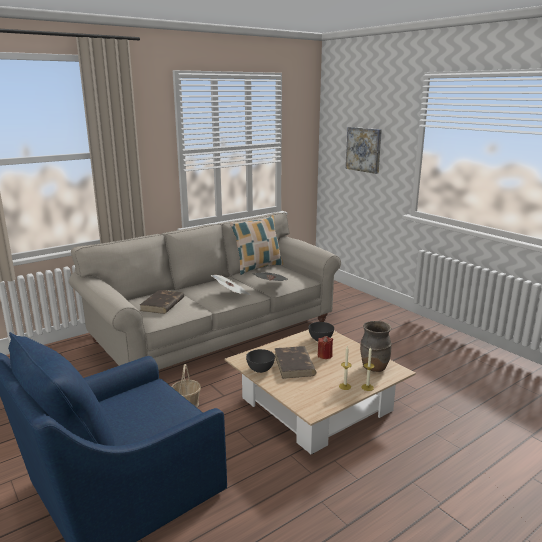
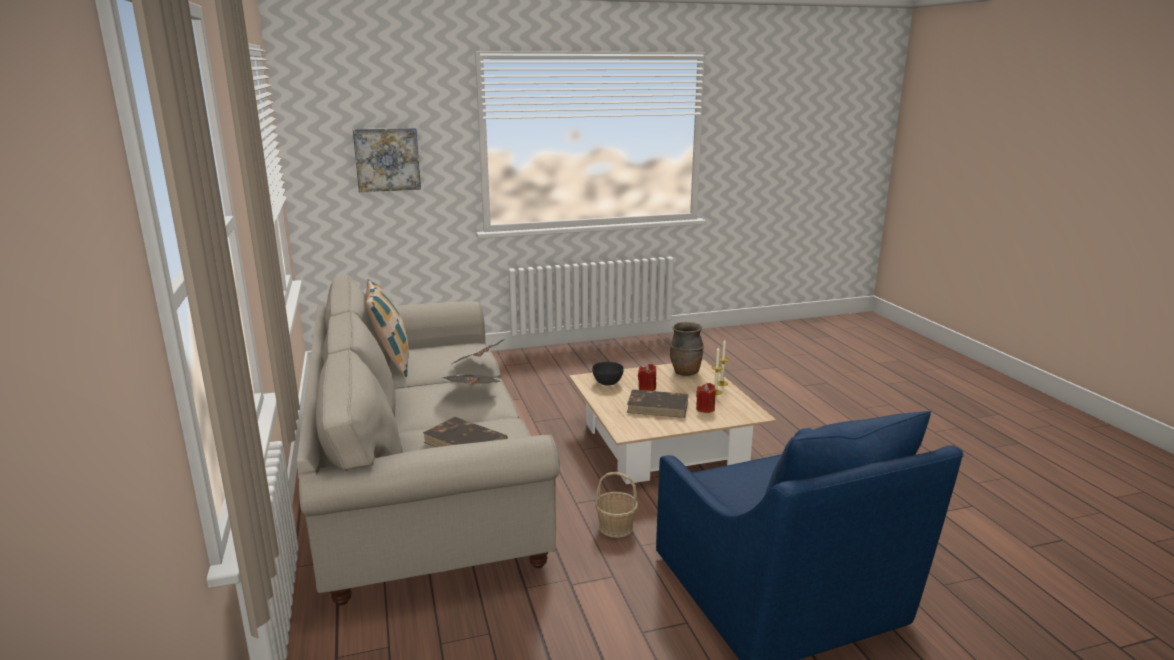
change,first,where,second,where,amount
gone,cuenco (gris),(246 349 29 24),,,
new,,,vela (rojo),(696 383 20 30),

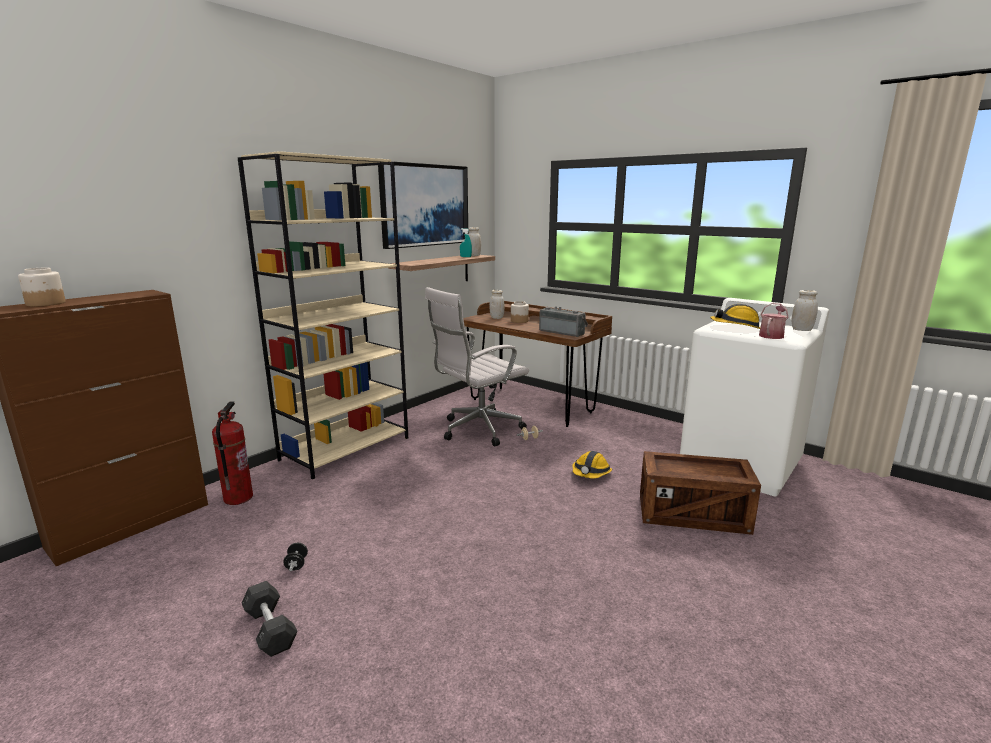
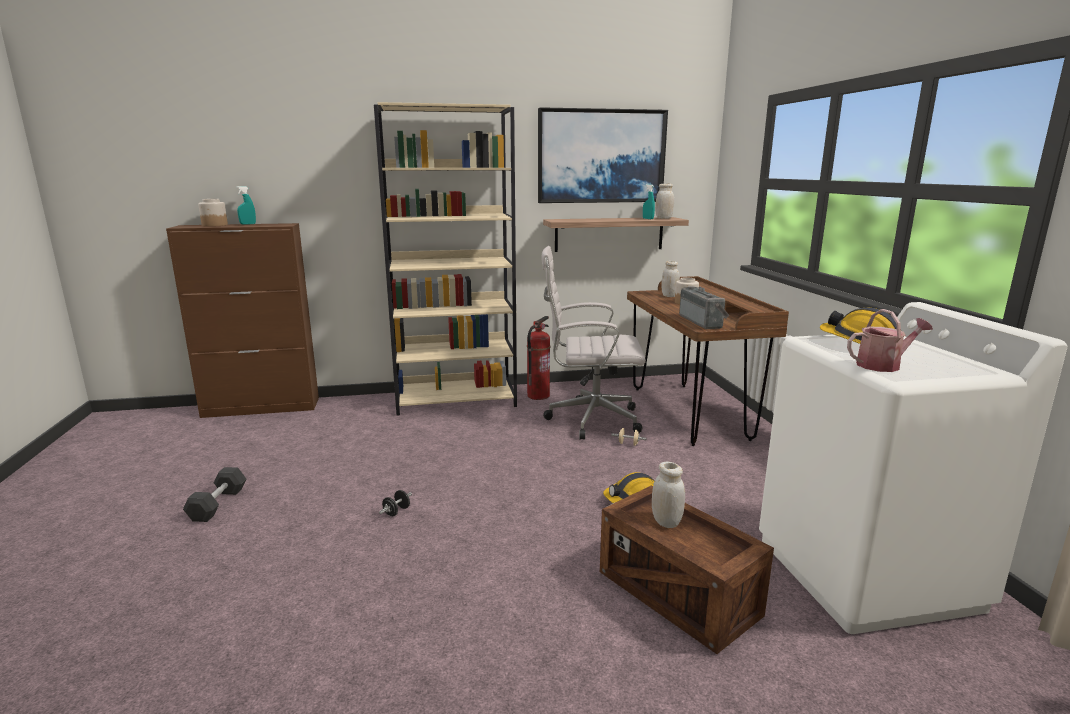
change,first,where,second,where,amount
shifted,extintor,(212 402 41 103),,(527 316 23 84),
shifted,mancuerna (negro),(283 543 25 28),,(379 490 33 26),
shifted,tarro (blanco),(792 290 26 41),,(652 462 33 66),
new,,,pulverizador (turquesa),(236 186 20 39),

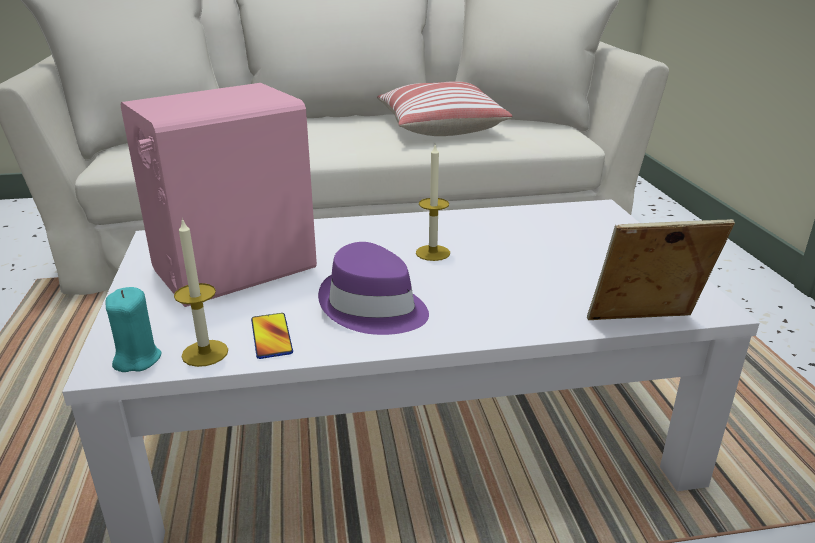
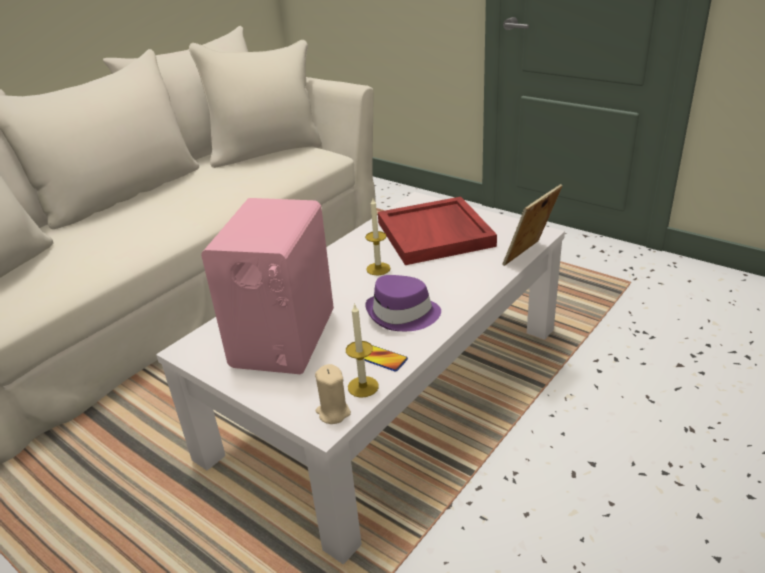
change,first,where,second,where,amount
repainted,vela (turquesa),(106 287 56 85),vela (beis),(315 364 36 60),
gone,cojín,(377 81 136 55),,,
new,,,bandeja (rojo),(378 197 119 68),

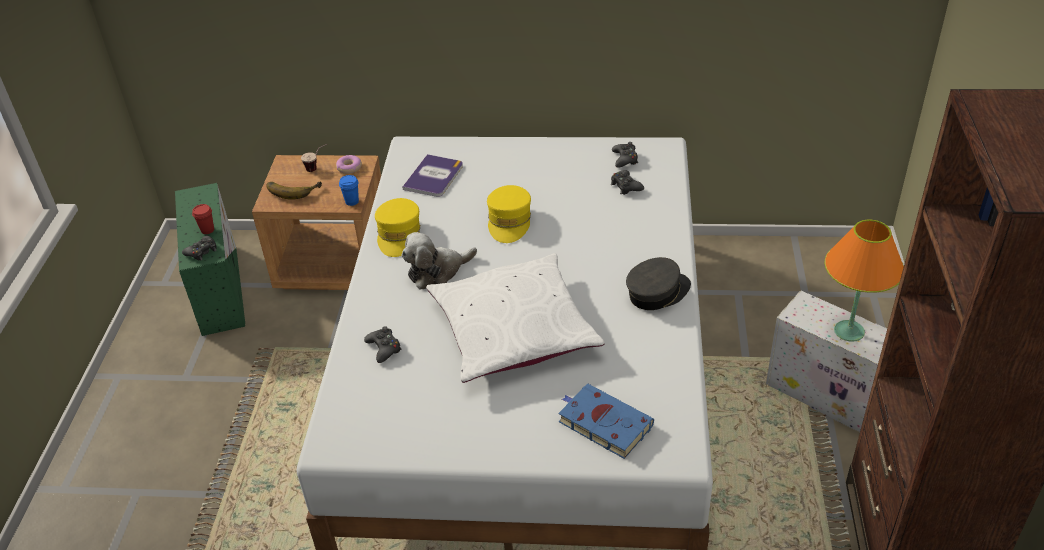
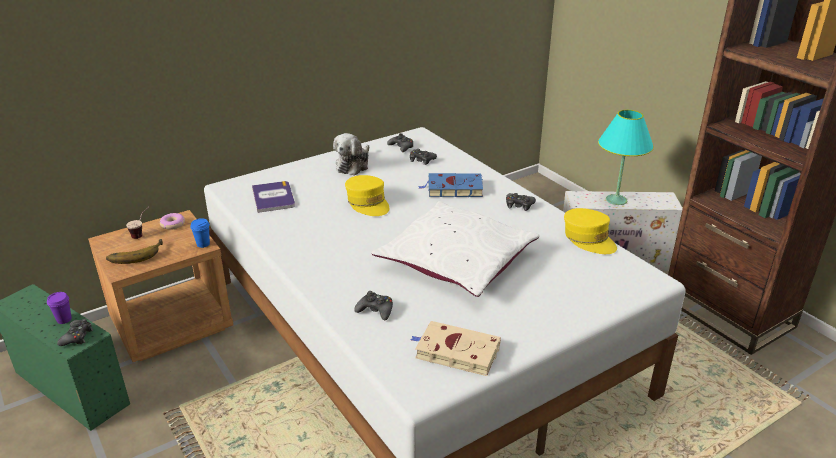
change,first,where,second,where,amount
repainted,taza (rojo),(192 204 22 30),taza (morado),(47 292 25 32),
shifted,gorra (amarillo),(375 198 46 59),,(564 208 53 46),
shifted,peluche,(401 232 76 58),,(333 133 36 43),
shifted,libro (azul),(558 383 96 76),,(418 173 65 24),
swapped,gorra (gris),(626 257 65 53),mando de consola (negro),(506 193 30 18),
repainted,lámpara de mesa (naranja),(825 220 79 122),lámpara de mesa (turquesa),(598 110 56 95),
new,,,libro (beis),(410 321 91 55),

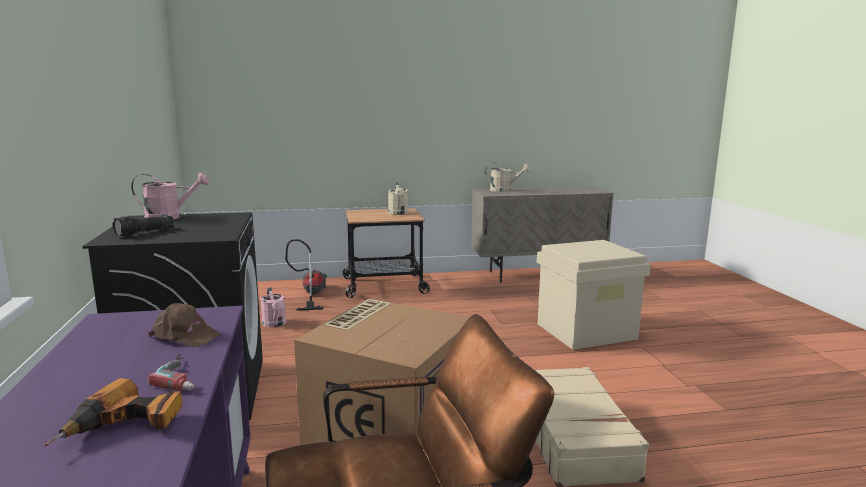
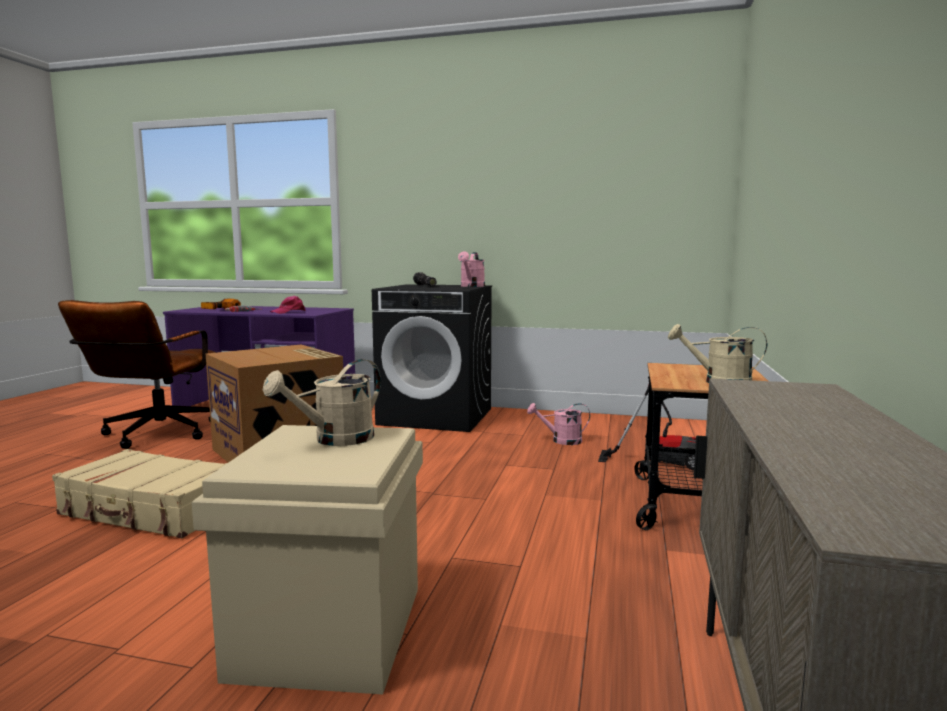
change,first,where,second,where,amount
repainted,gorra (marrón),(148 303 74 44),gorra (rosa),(270 296 36 18),
shifted,regadera (beis),(485 163 45 29),,(263 359 118 87),

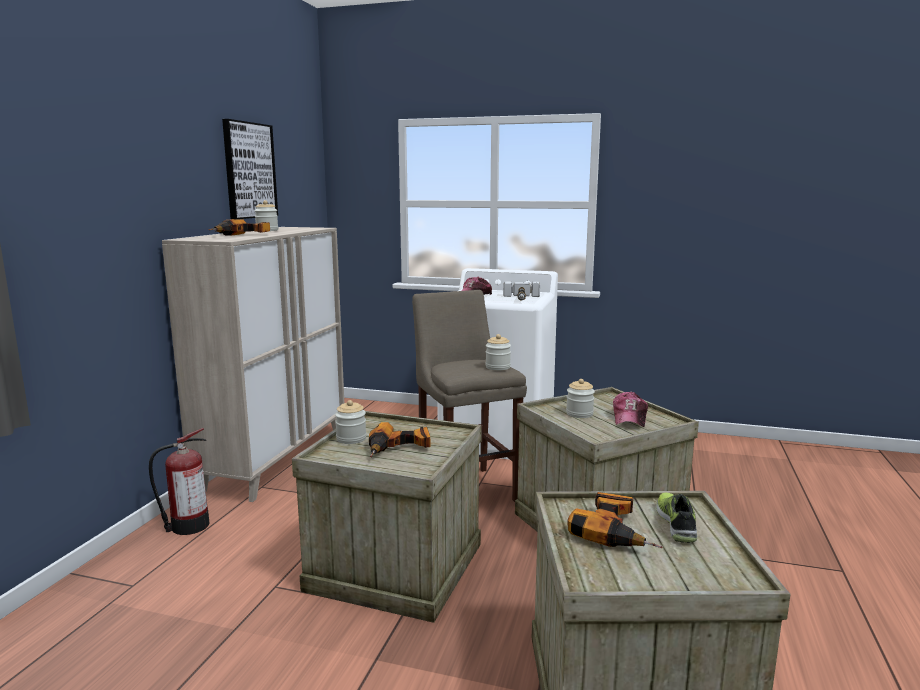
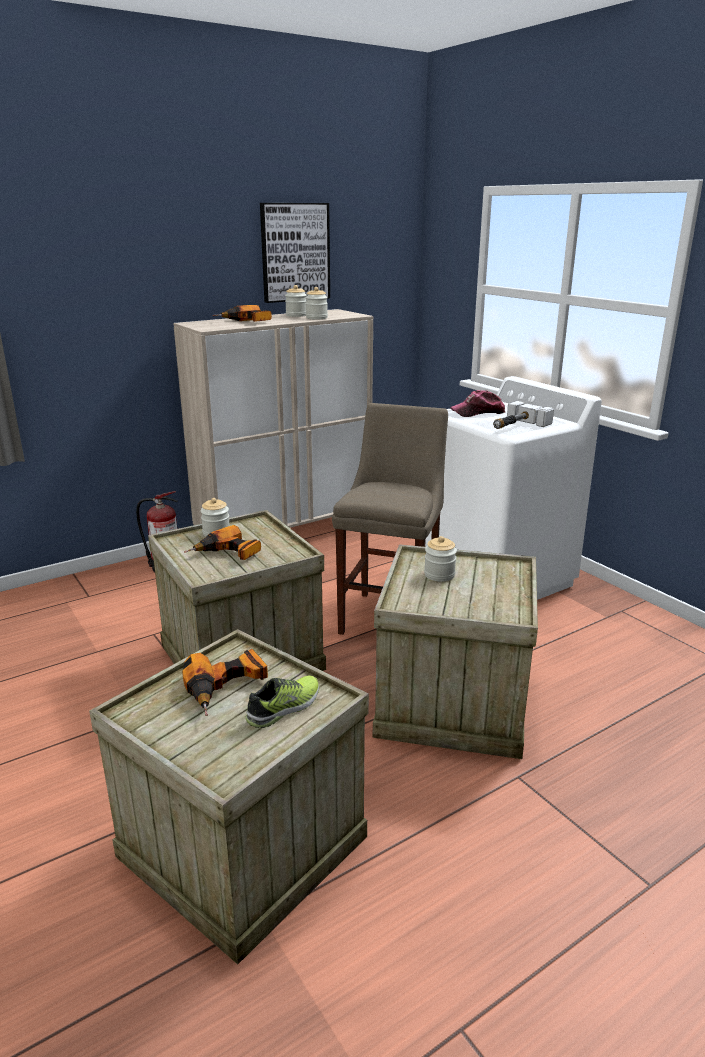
change,first,where,second,where,amount
shifted,tarro,(485 334 26 36),,(305 287 23 32),
gone,gorra,(613 392 35 35),,,

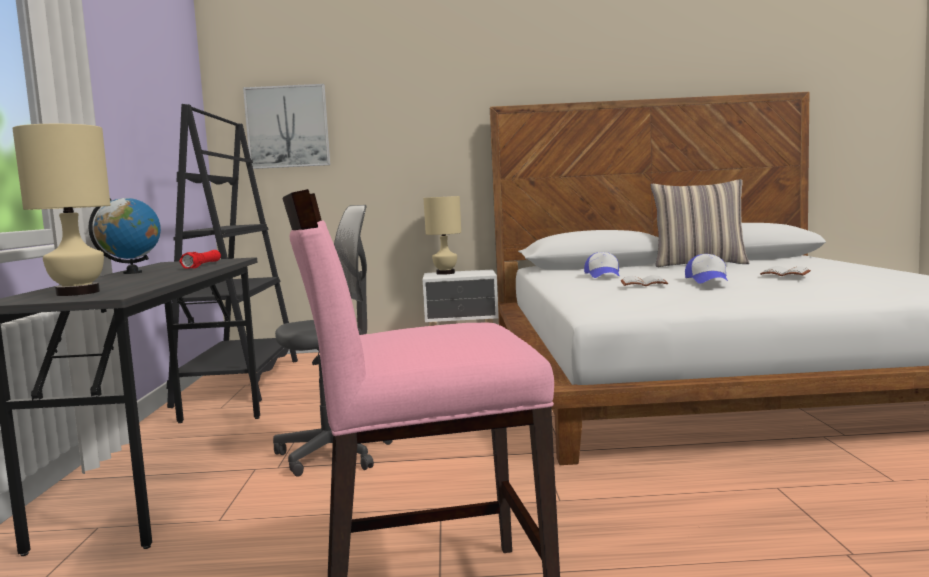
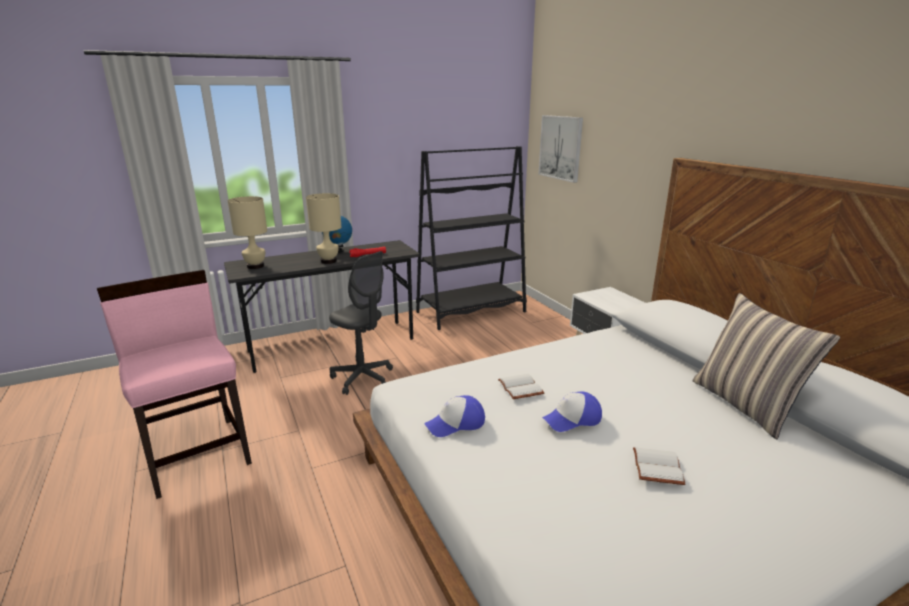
change,first,where,second,where,amount
shifted,lámpara de mesa (beis),(424 196 37 79),,(306 193 35 71),
shifted,gorra,(584 252 36 26),,(424 395 61 42),

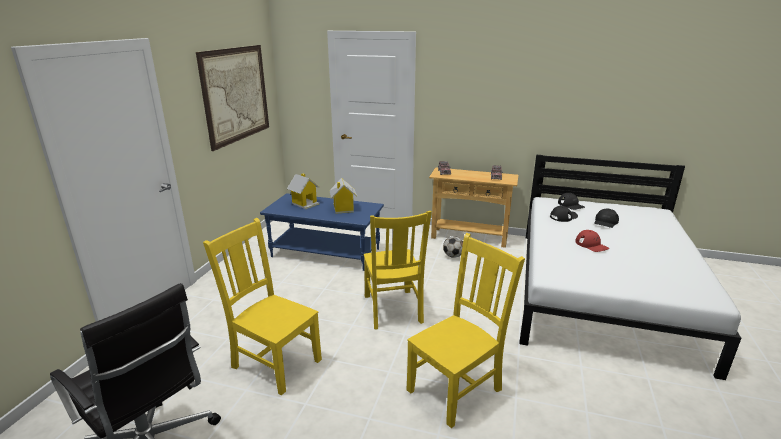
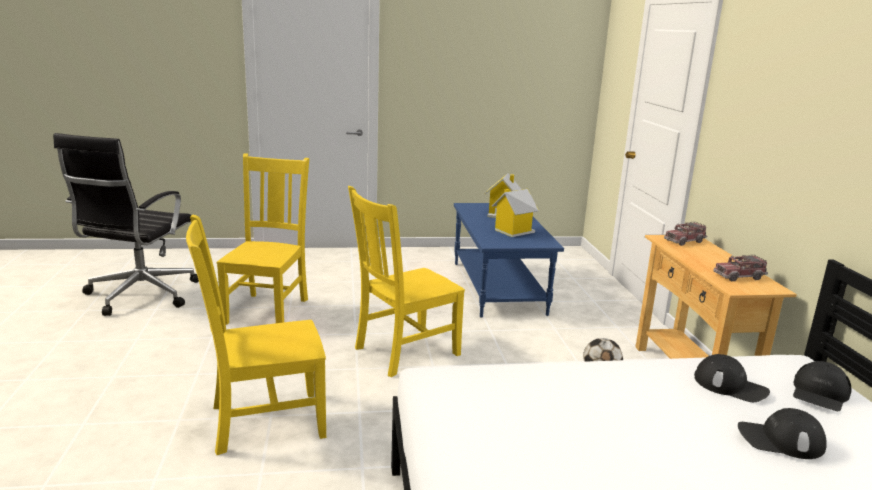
change,first,where,second,where,amount
gone,cuadro,(196 45 73 106),,,
rotated,silla (amarillo),(407 233 118 195),,(186 215 140 240),135 degrees clockwise
gone,gorra (rojo),(575 230 34 22),,,

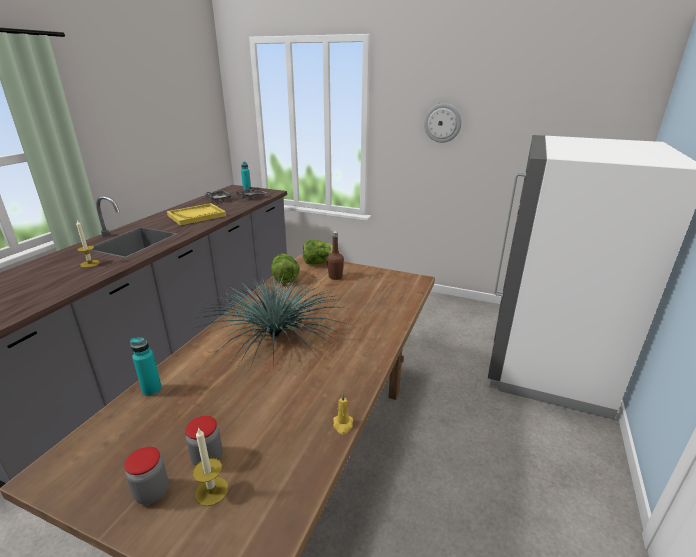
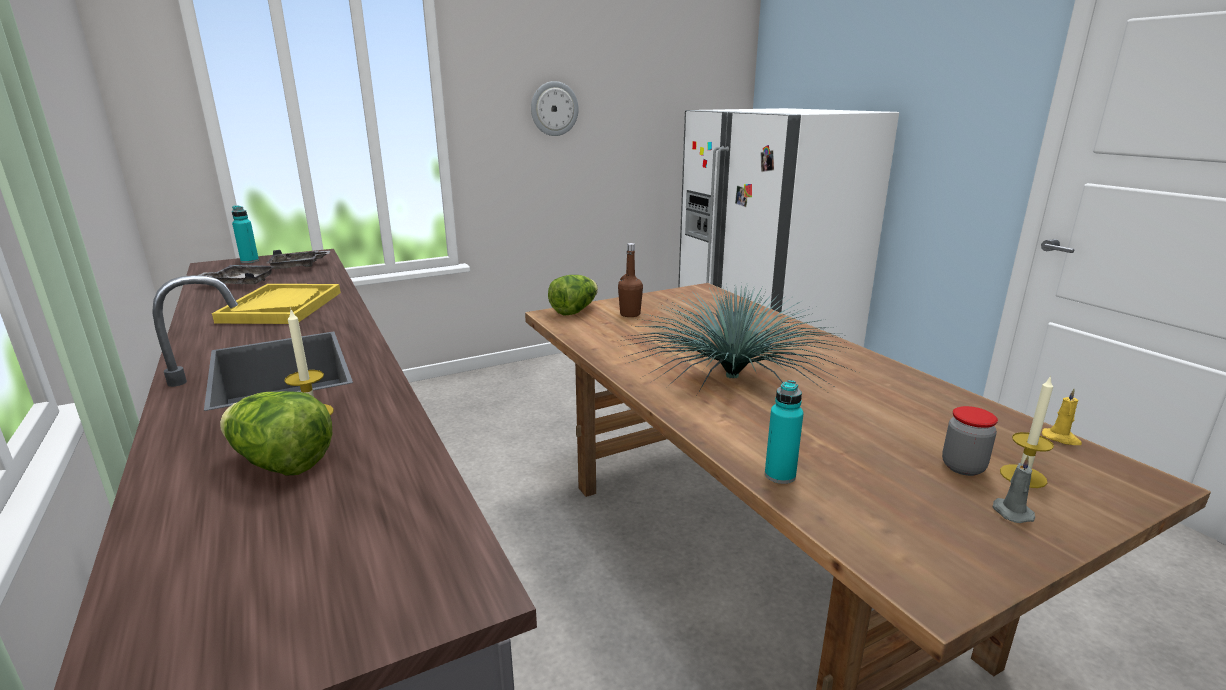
change,first,where,second,where,amount
swapped,tarro,(124 447 45 58),vela (gris),(992 455 43 68),
shifted,lechuga,(271 254 28 30),,(220 391 112 85),
shifted,vela (amarillo),(333 394 21 41),,(1042 389 40 56),

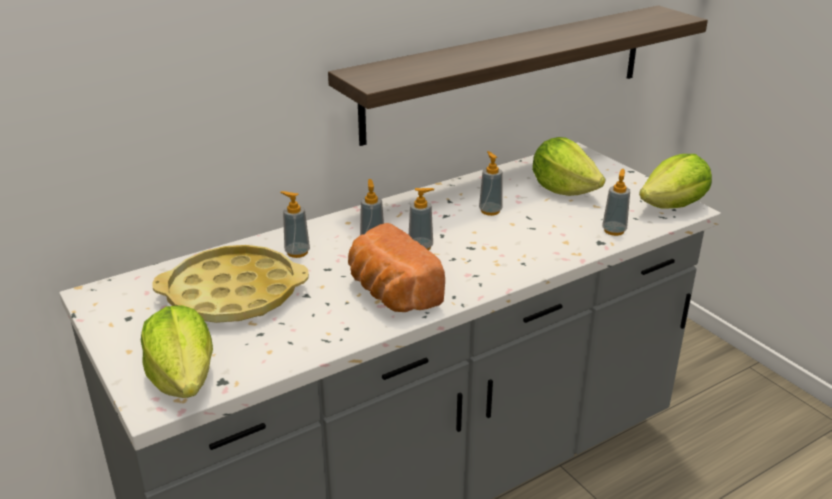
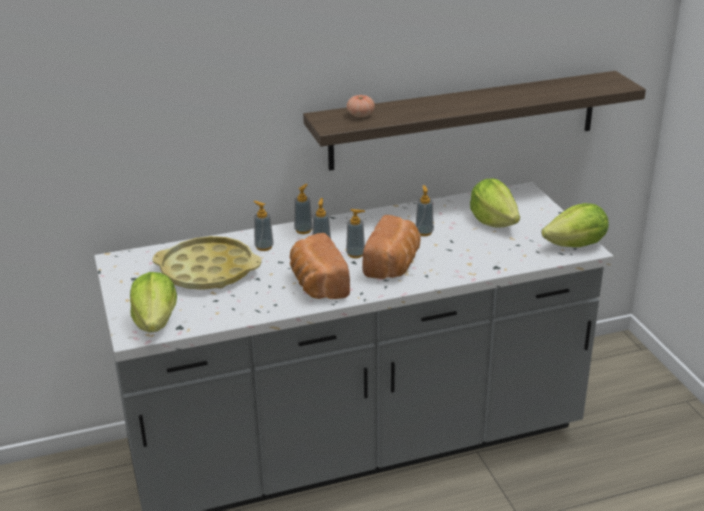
change,first,where,second,where,amount
shifted,dispensador de jabón,(602 169 28 67),,(294 184 19 50),
new,,,tomate,(347 95 28 22),
new,,,pan,(362 215 59 64),

